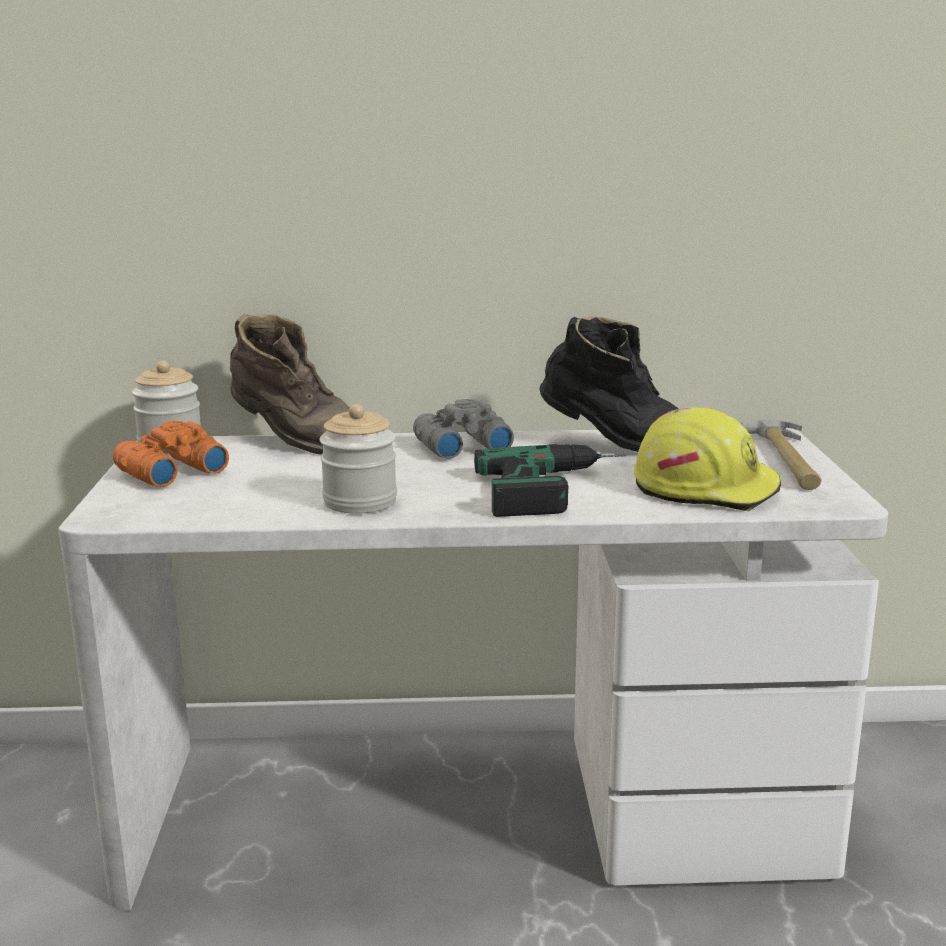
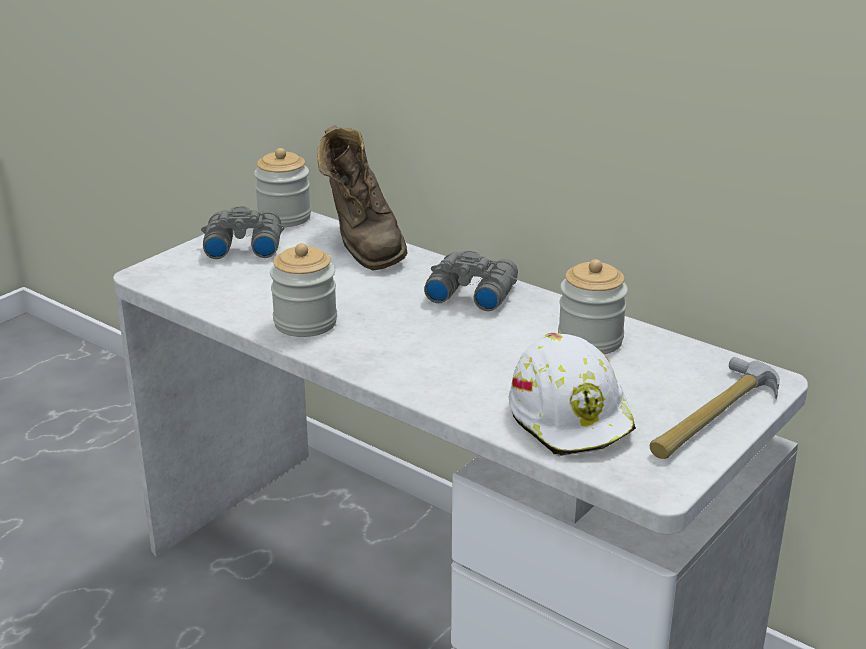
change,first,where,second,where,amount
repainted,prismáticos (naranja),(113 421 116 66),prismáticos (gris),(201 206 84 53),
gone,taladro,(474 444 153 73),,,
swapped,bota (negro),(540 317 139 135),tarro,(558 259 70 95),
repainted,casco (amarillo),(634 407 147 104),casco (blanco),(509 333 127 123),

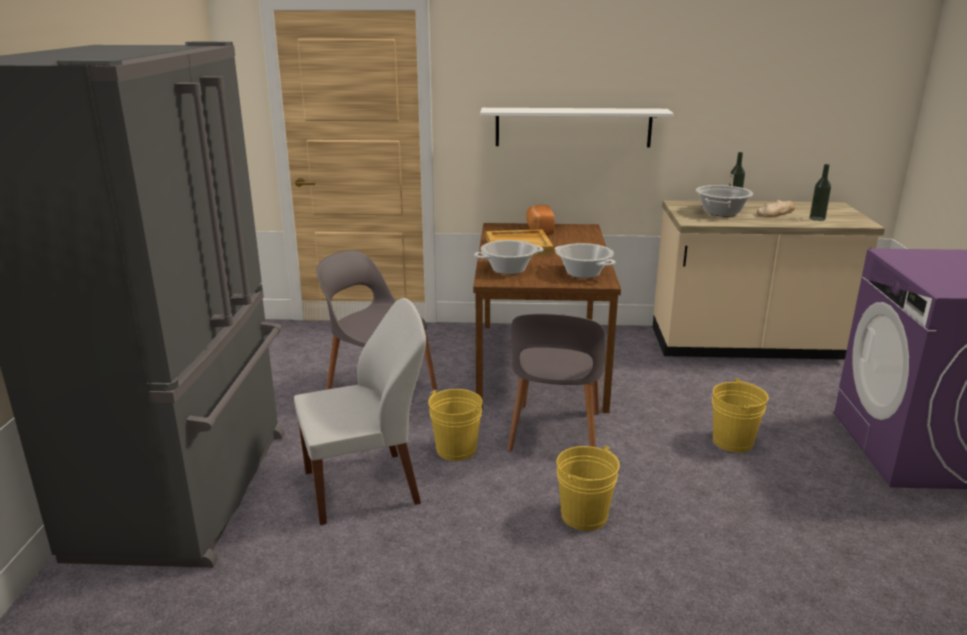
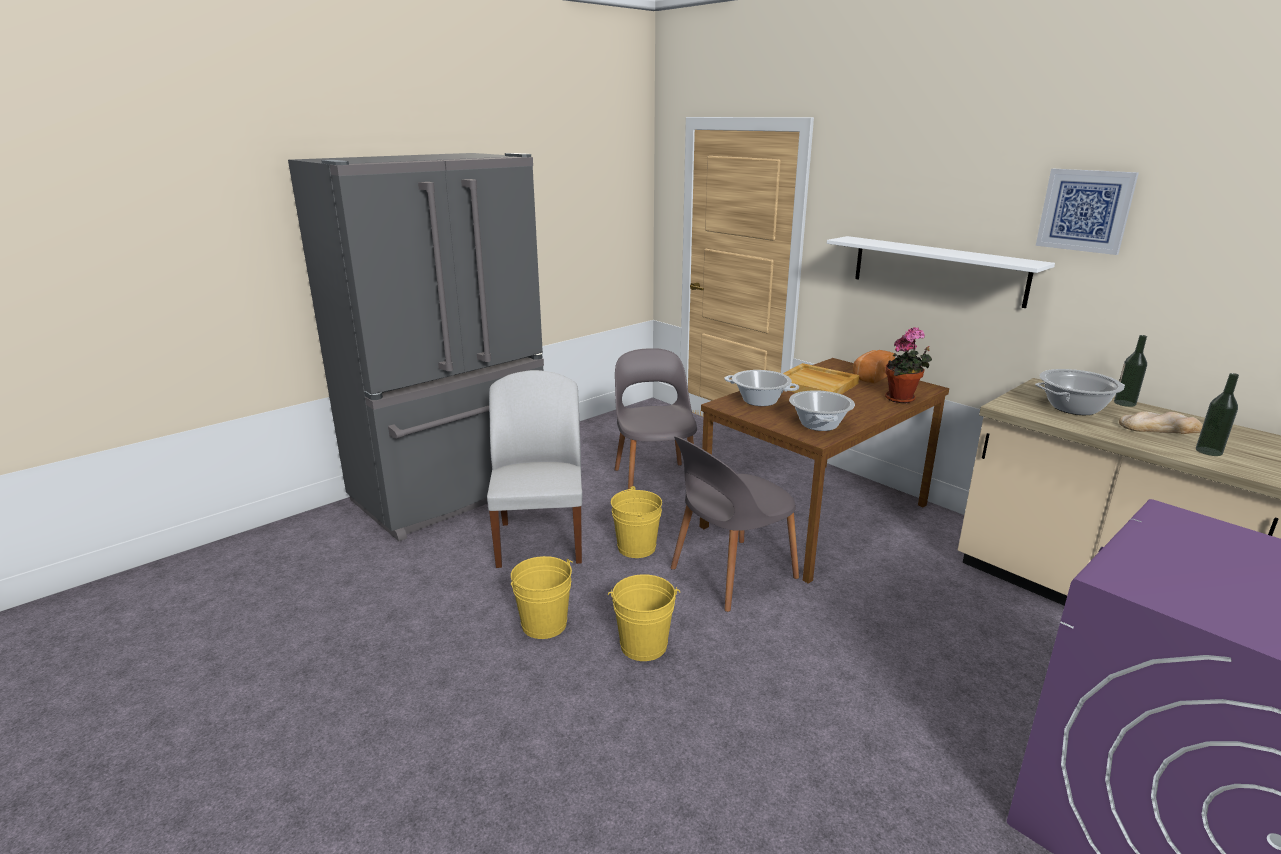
change,first,where,second,where,amount
rotated,silla (blanco),(294 298 132 227),,(487 370 95 198),120 degrees counterclockwise
shifted,cubo (amarillo),(712 378 57 75),,(511 556 62 83),
new,,,planta en maceta,(885 327 47 76),
new,,,cuadro,(1036 169 103 86),

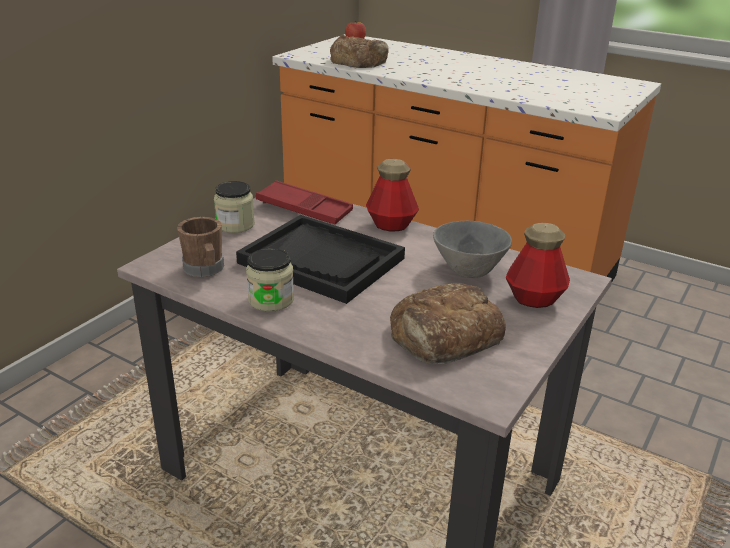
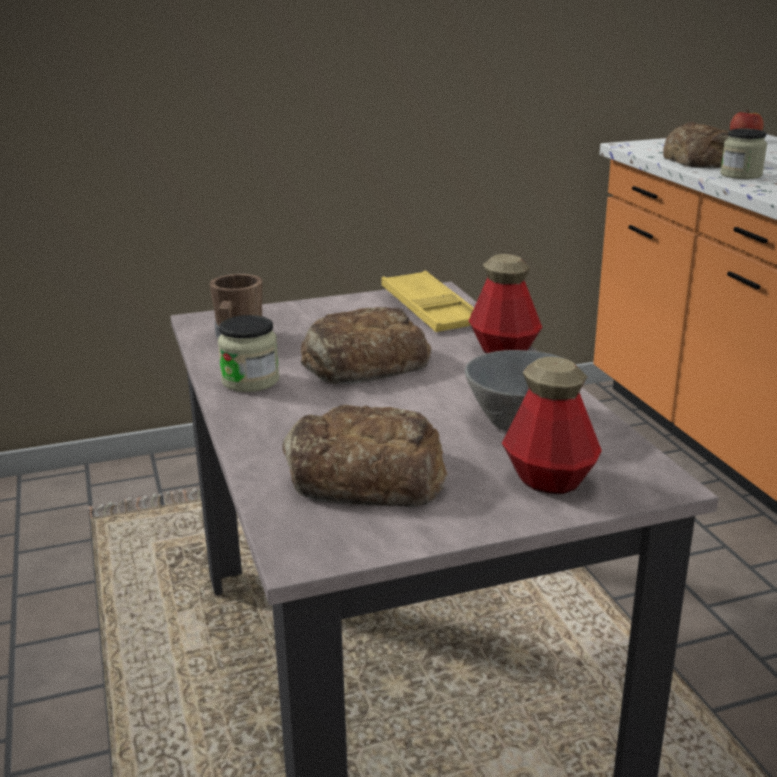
change,first,where,second,where,amount
shifted,tarro,(214 181 41 52),,(720 129 47 50),
swapped,bandeja (negro),(236 215 169 89),pan,(301 307 131 77),
repainted,bandeja (rojo),(256 180 97 44),bandeja (amarillo),(381 271 93 61),

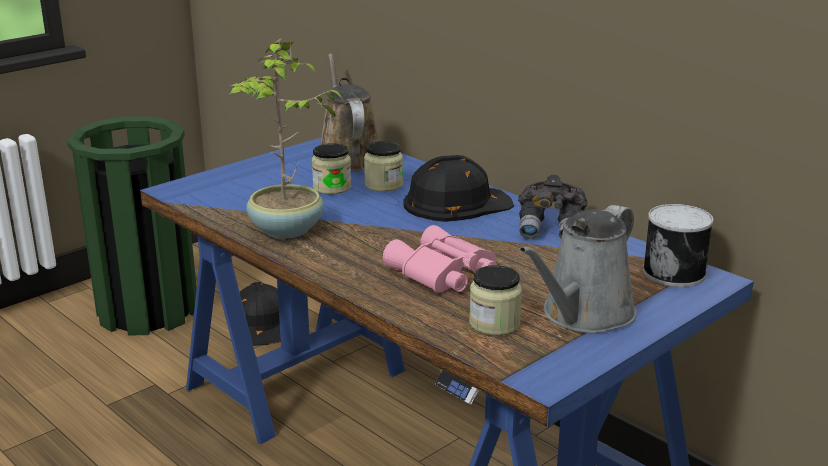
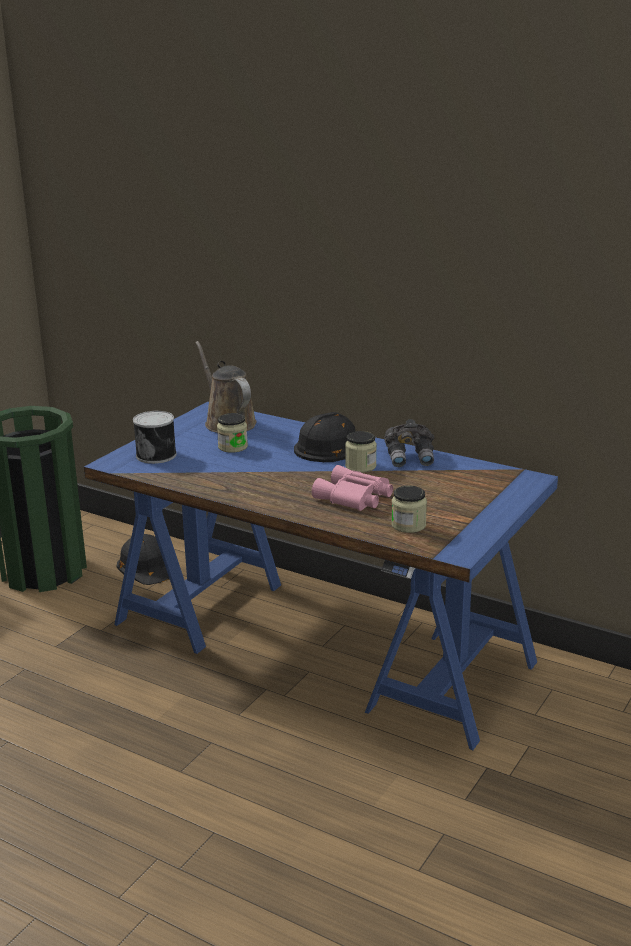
change,first,where,second,where,amount
gone,planta en maceta,(229 38 114 201),,,
shifted,tarro,(364 141 39 51),,(345 431 32 42),
gone,regadera (gris),(519 205 118 128),,,
shifted,lata,(643 204 70 83),,(133 411 43 53),

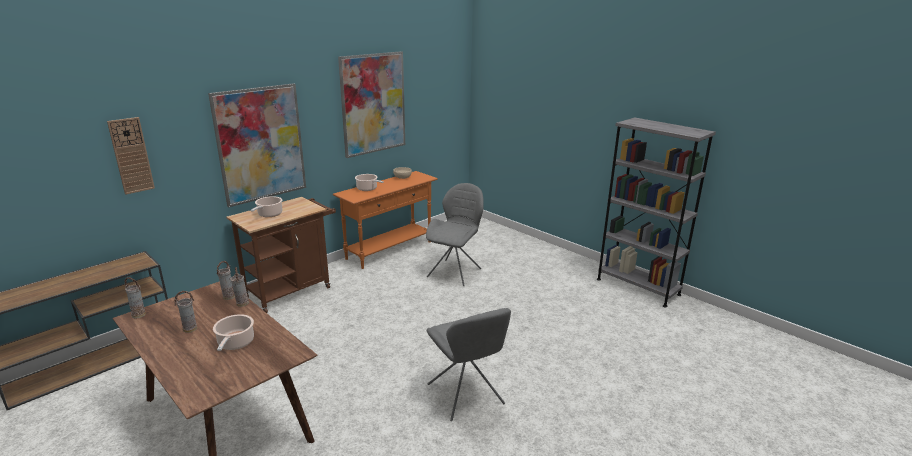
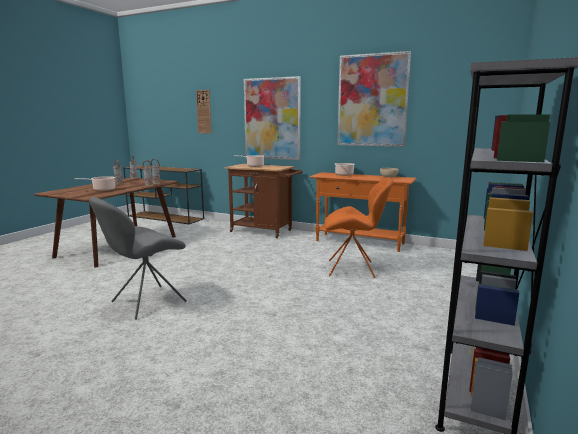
change,first,where,second,where,amount
repainted,silla (gris),(426 183 58 103),silla (naranja),(325 178 68 100),

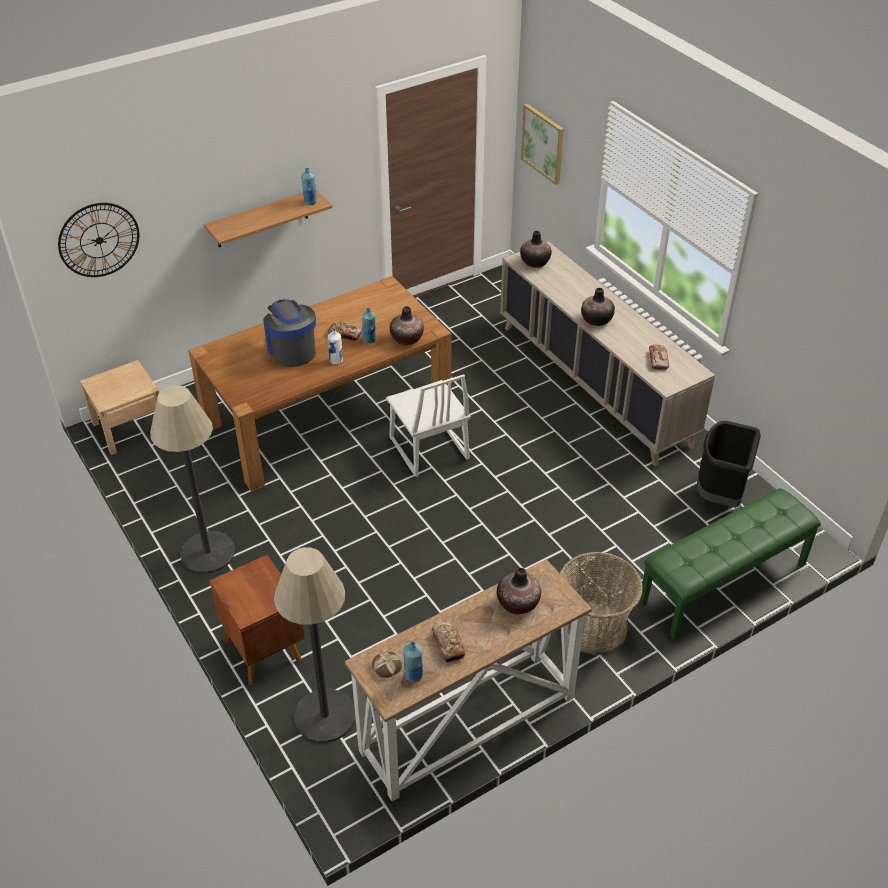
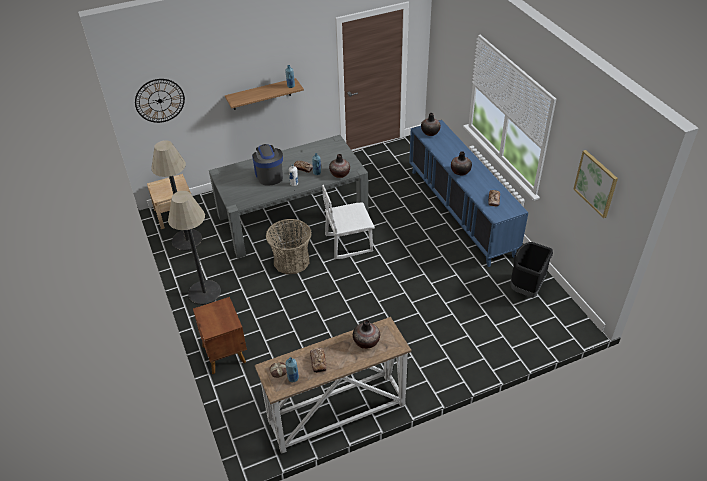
change,first,where,second,where,amount
repainted,mesa de comedor (marrón),(188 276 264 215),mesa de comedor (gris),(209 135 159 123),
shifted,lámpara de pie,(274 547 81 196),,(151 140 51 111),
rotated,silla (blanco),(386 374 85 103),,(322 185 53 74),90 degrees clockwise
repainted,armario (beis),(500 241 215 226),armario (azul),(409 120 119 147),
shifted,cuadro,(521 104 43 81),,(573 150 45 68),
shifted,cesta,(560 552 83 103),,(266 219 45 55),
gone,banco (verde),(639 488 182 151),,,

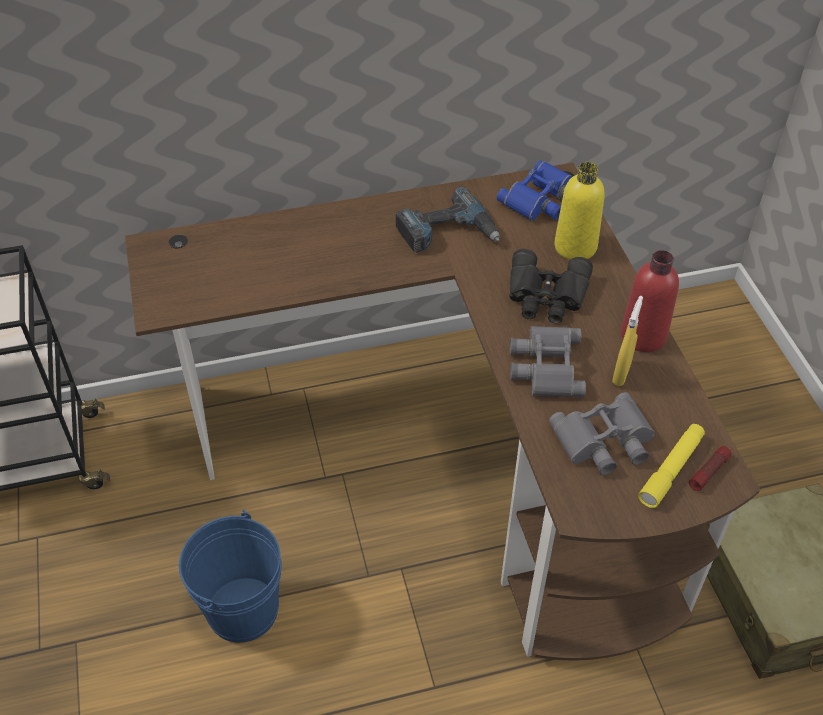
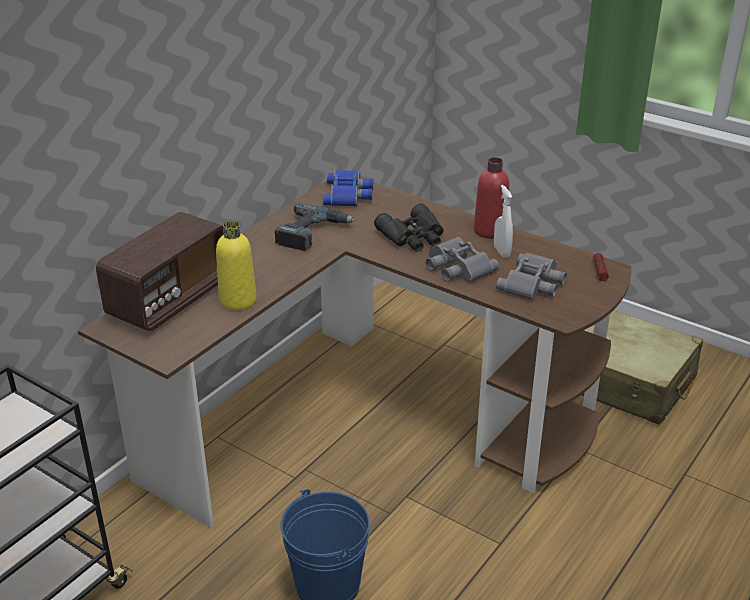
change,first,where,second,where,amount
shifted,botella (amarillo),(554 162 51 98),,(216 221 41 89),
repainted,pulverizador (amarillo),(612 296 31 90),pulverizador (blanco),(494 185 19 73),
gone,linterna (amarillo),(638 424 67 84),,,
new,,,radio,(96 212 128 119),

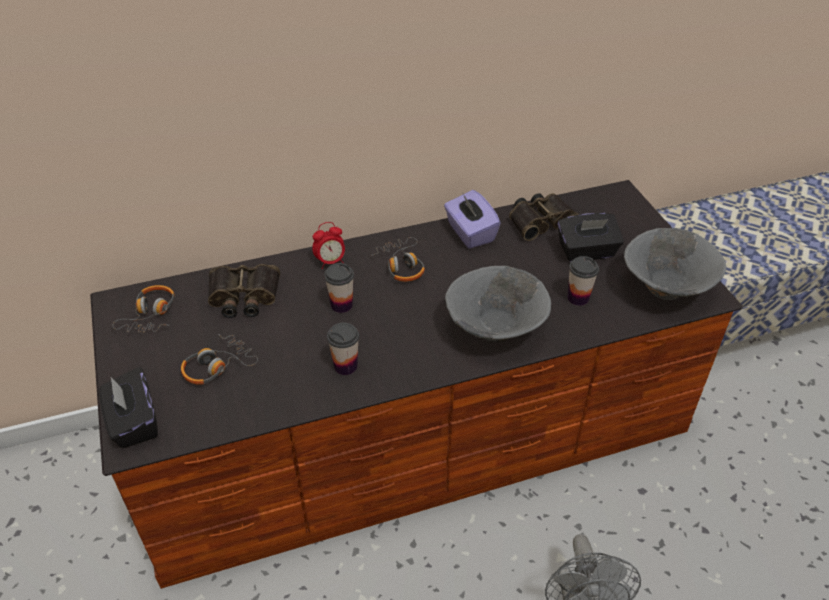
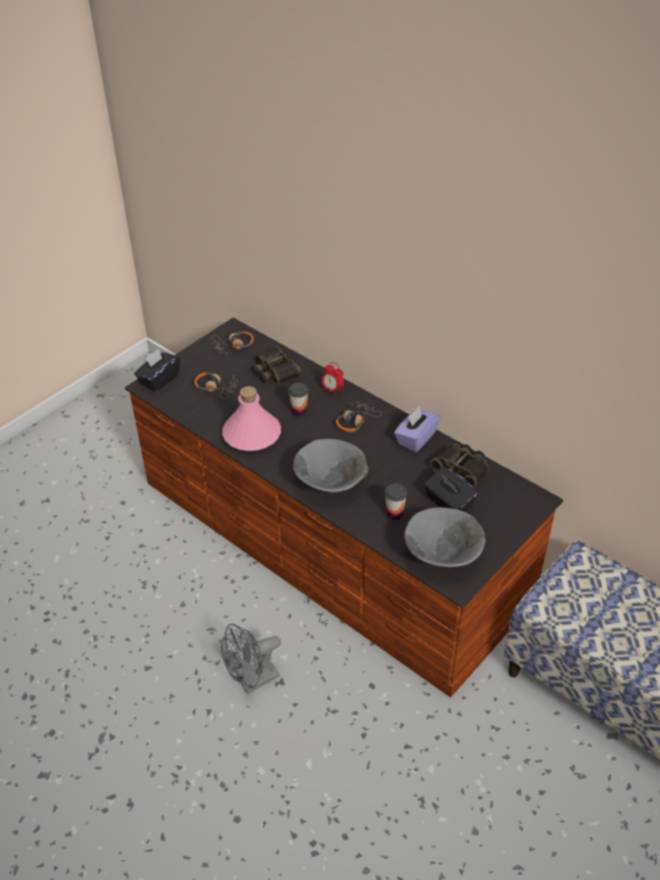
change,first,where,second,where,amount
swapped,taza,(327 323 32 52),botella (rosa),(222 386 59 65),

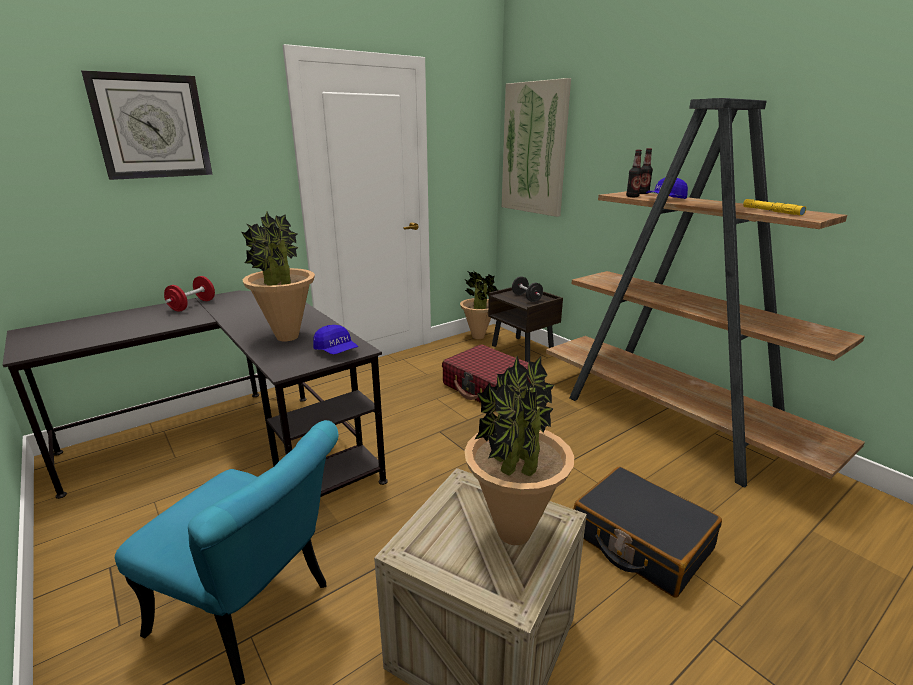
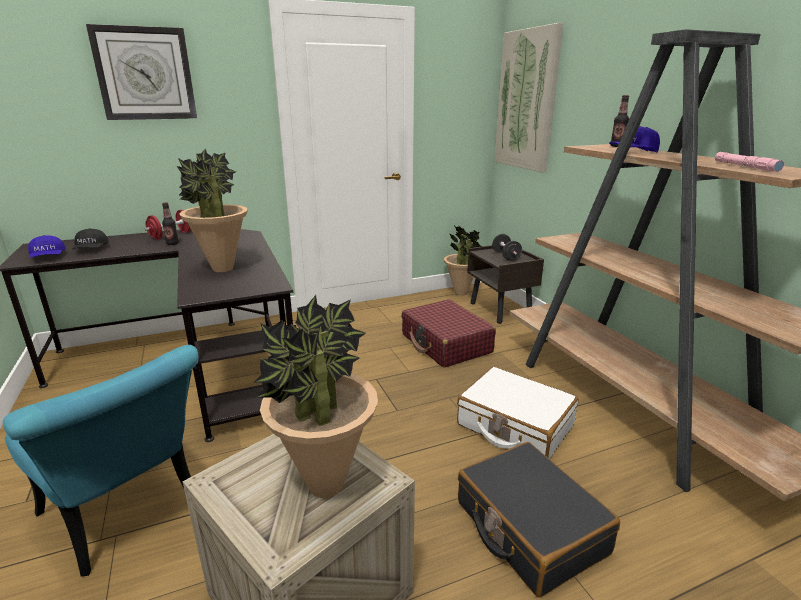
change,first,where,second,where,amount
shifted,gorra (azul),(313 325 45 29),,(28 235 38 23),
shifted,botella,(626 150 17 47),,(162 202 17 43),
repainted,linterna (amarillo),(743 199 63 17),linterna (rosa),(715 152 69 20),
new,,,gorra (negro),(72 228 37 21),
new,,,maleta (blanco),(457 367 121 92),

